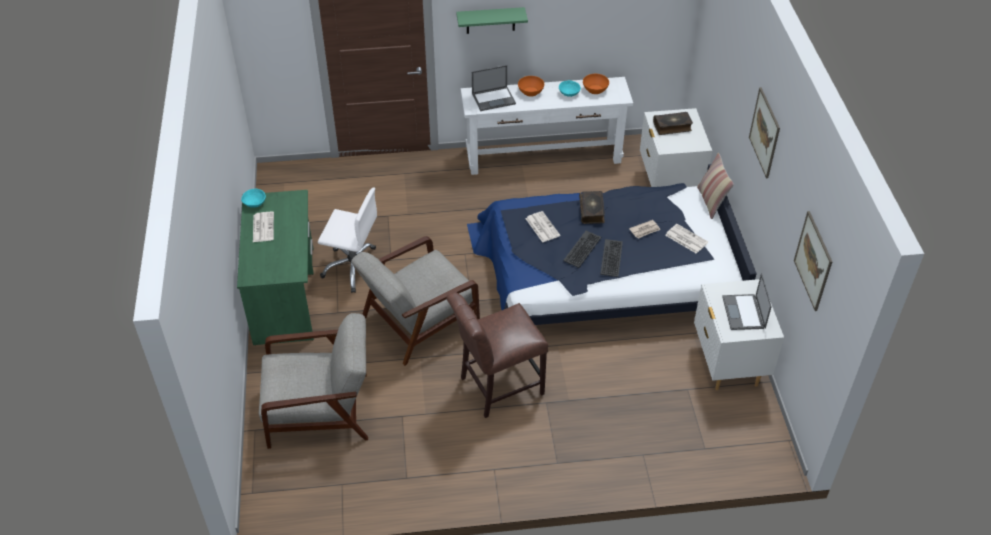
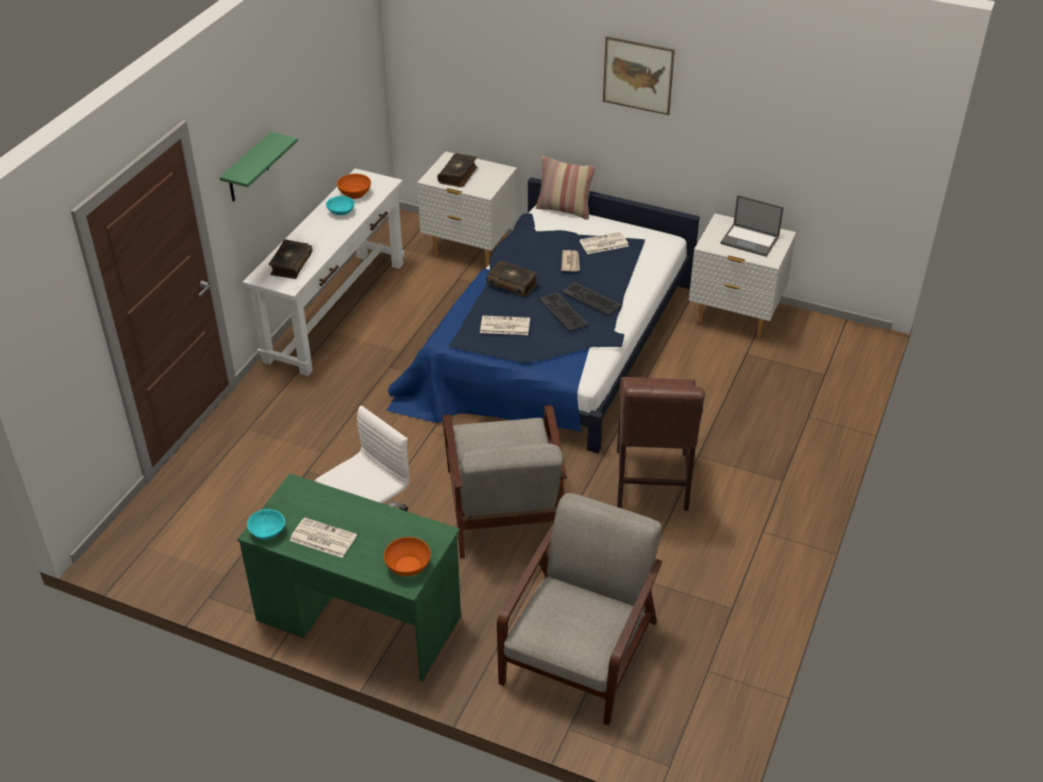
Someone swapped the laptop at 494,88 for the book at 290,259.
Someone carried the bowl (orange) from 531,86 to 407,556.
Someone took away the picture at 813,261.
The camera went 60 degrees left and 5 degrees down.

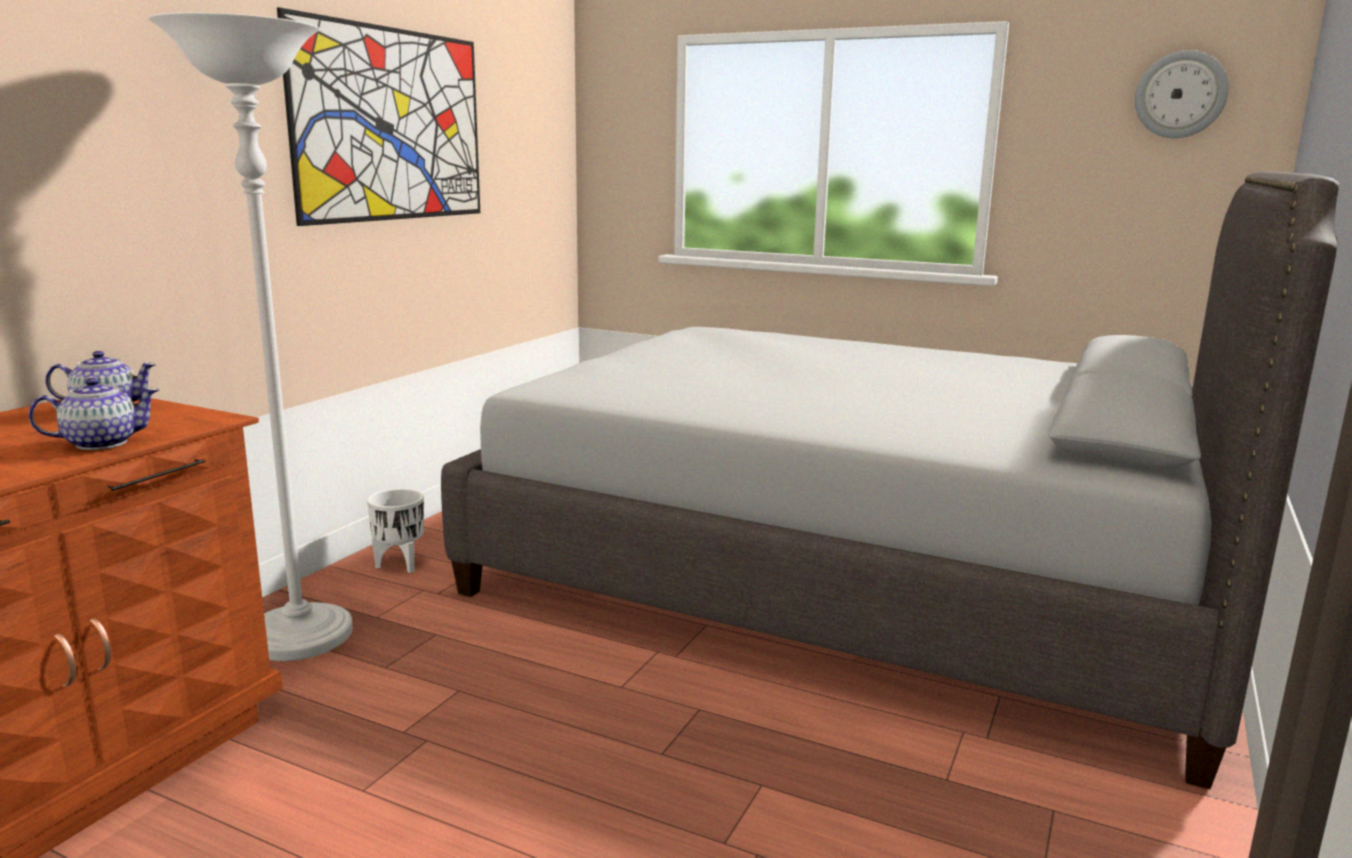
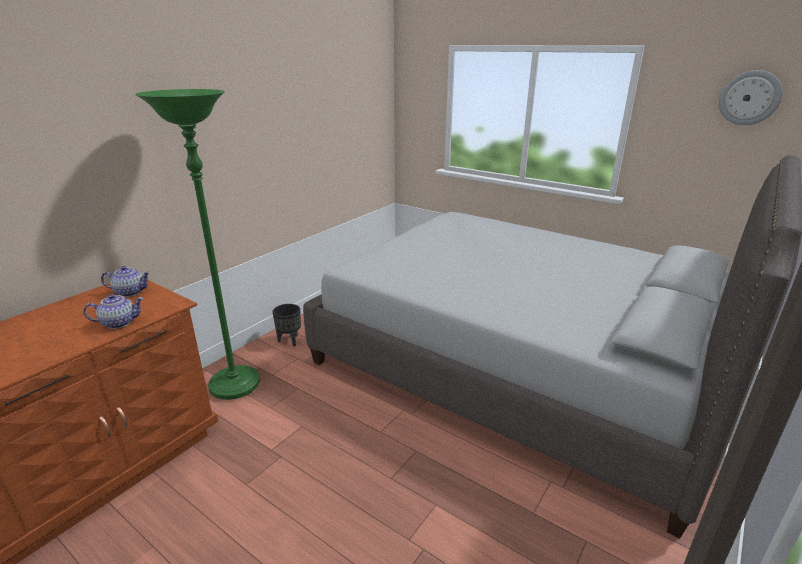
Someone took away the picture at 378,116.
Someone repainted the floor lamp (white) at 250,336, which became the floor lamp (green) at 197,244.
Someone repainted the planter (white) at 395,531, which became the planter (black) at 286,325.
The camera went 10 degrees right and 10 degrees up.

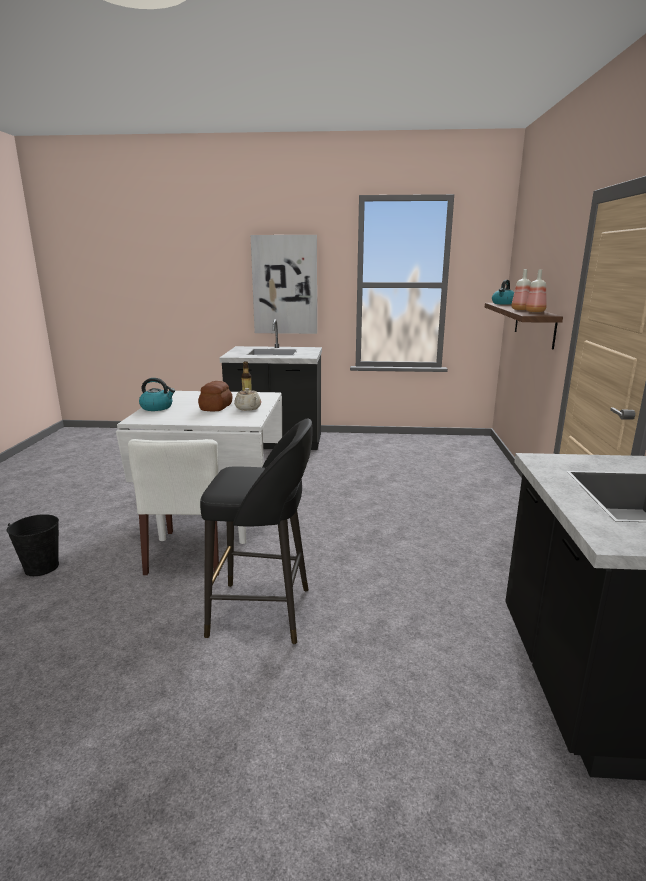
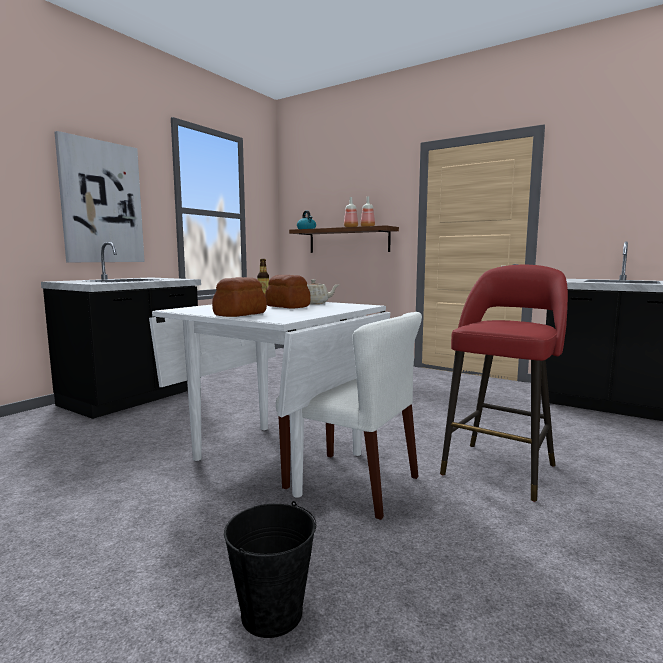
Someone swapped the kettle at 157,394 for the bread at 239,297.
Someone repainted the stool (black) at 256,531, which became the stool (red) at 504,383.
The camera went 60 degrees left and 10 degrees down.

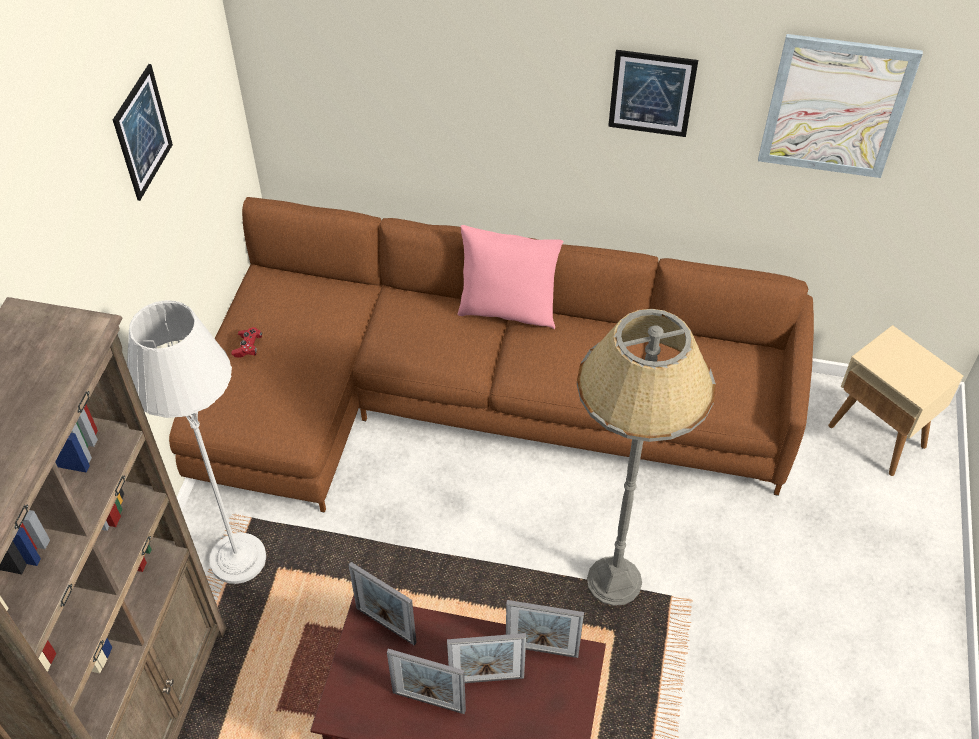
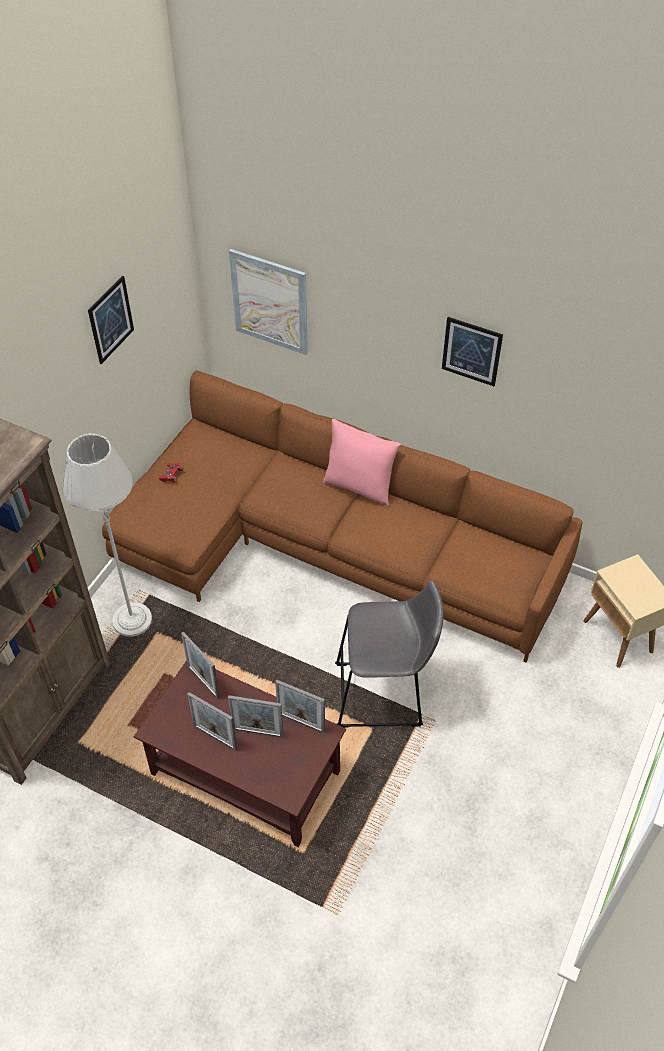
Someone carried the picture from 840,106 to 268,302.
Someone swapped the floor lamp (grey) at 646,457 for the stool (grey) at 389,654.
The camera went 15 degrees right and 0 degrees up.

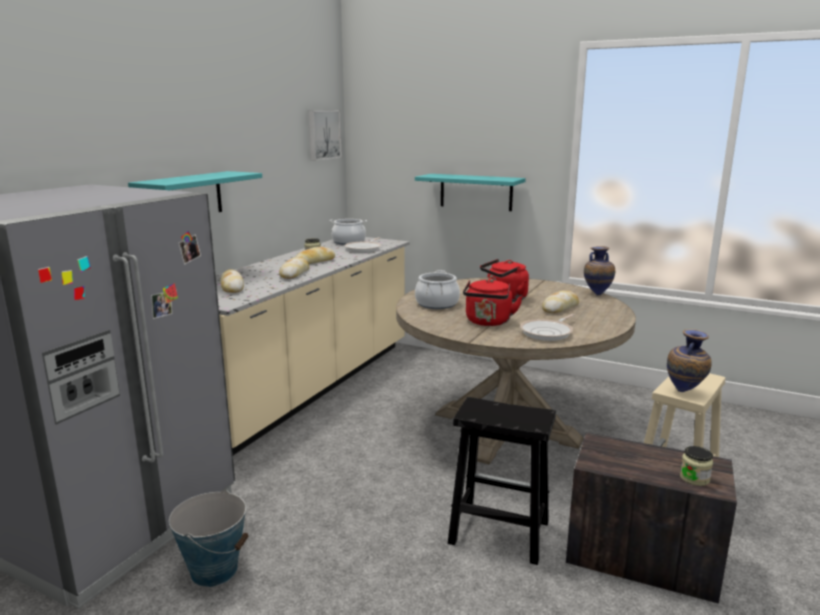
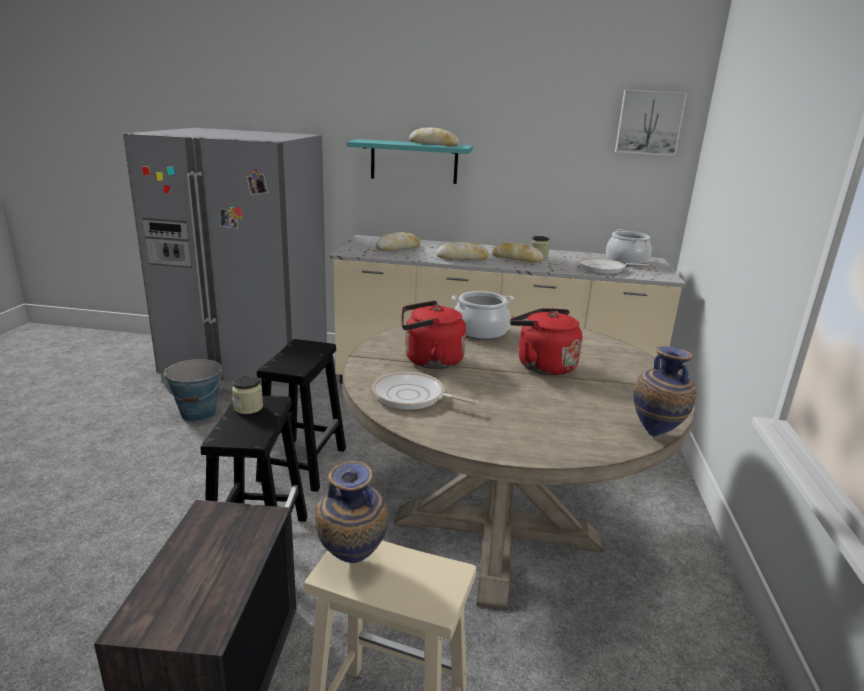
Someone took away the shelf (turquoise) at 470,192.
Someone carried the bread from 560,302 to 434,136.
Someone carried the jar from 696,466 to 247,395.
Someone put down the stool (black) at 301,415.
The camera went 70 degrees right and 5 degrees up.

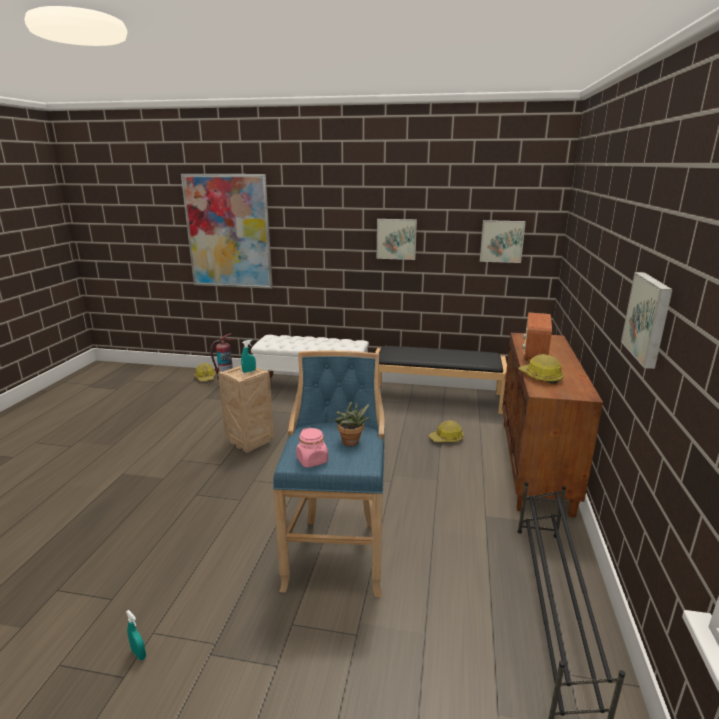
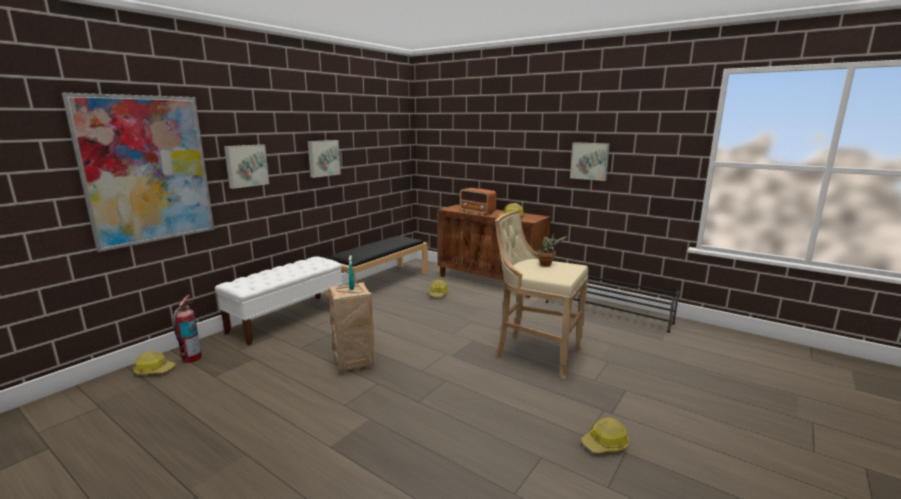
Someone carried the picture from 503,241 to 246,166.
Someone repainted the stool (blue) at 328,474, which became the stool (beige) at 541,294.
Someone took away the jar (pink) at 312,447.
Someone swapped the spray bottle (turquoise) at 136,635 for the hard hat at 605,435.
The camera went 65 degrees left and 5 degrees down.

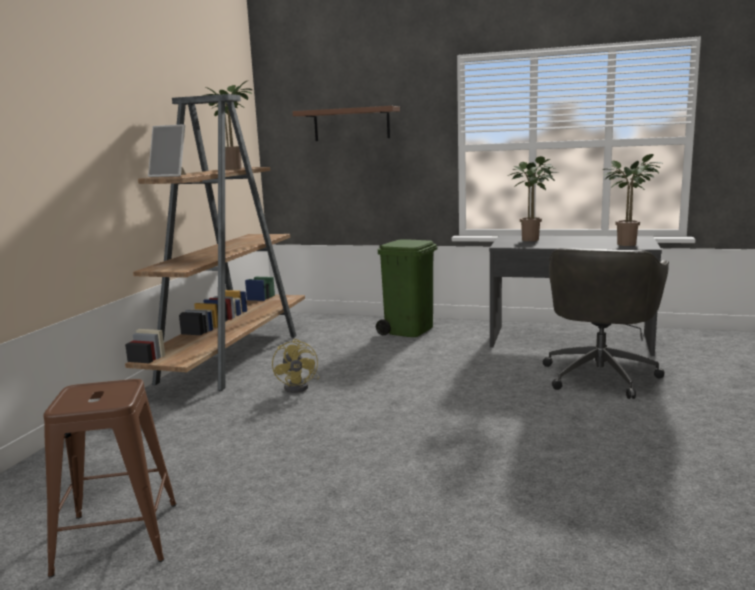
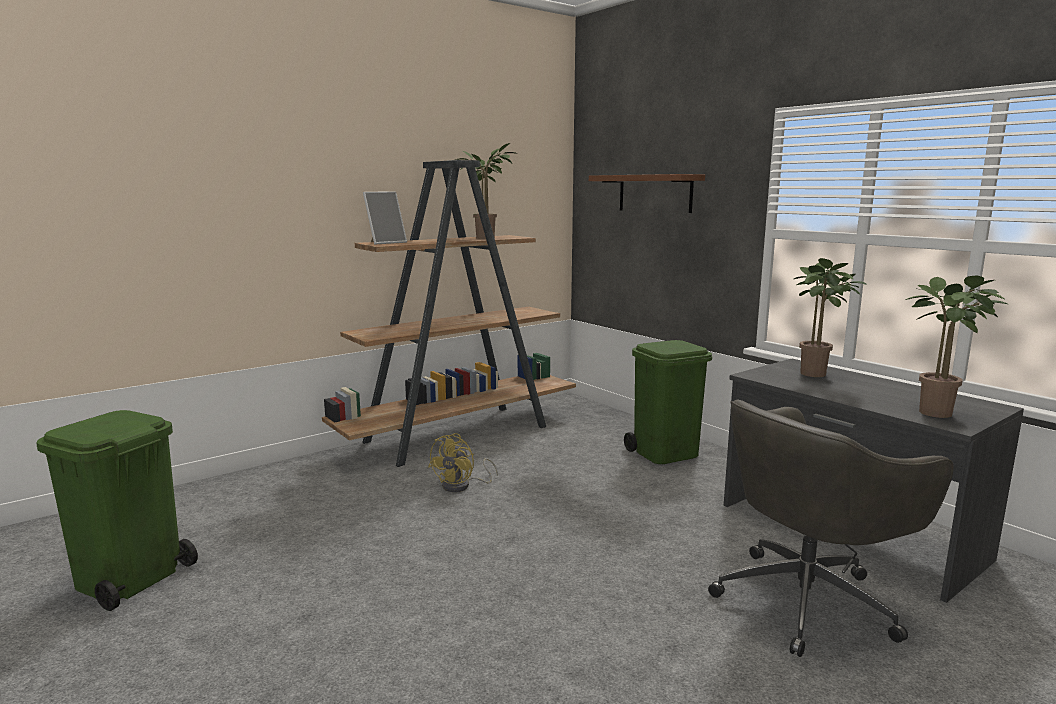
Someone rotated the picture frame at 167,150 by 90 degrees counterclockwise.
Someone swapped the stool (brown) at 109,478 for the trash can (green) at 117,510.
The camera went 35 degrees right and 0 degrees up.

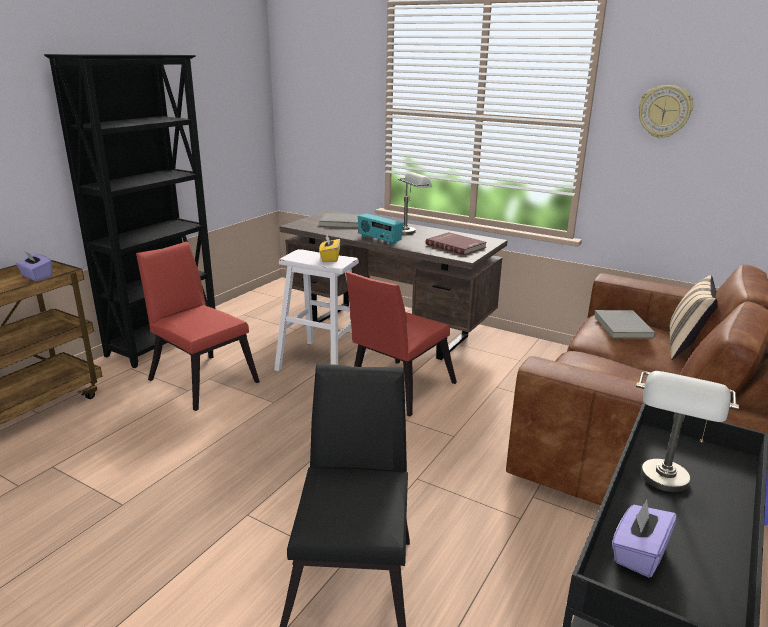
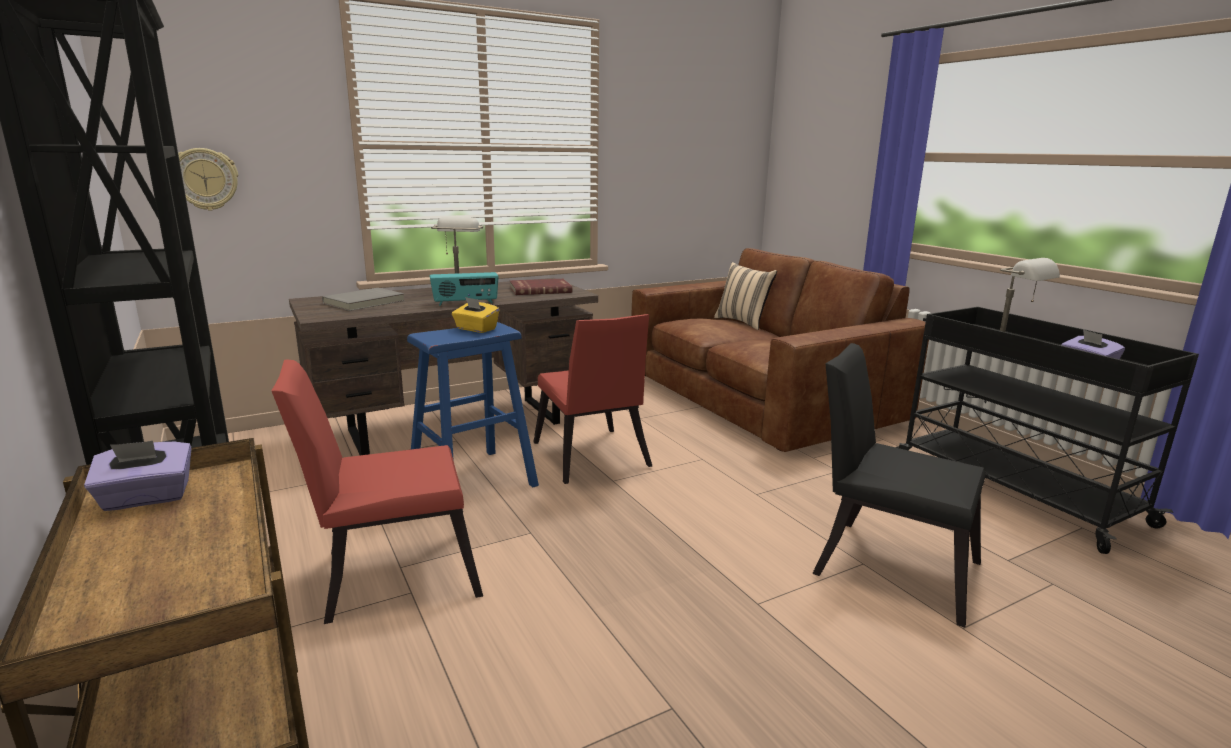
Someone carried the wall clock from 665,111 to 208,179.
Someone repainted the stool (white) at 320,310, which became the stool (blue) at 473,404.
Someone took away the book (grey) at 625,324.
The camera went 60 degrees left and 5 degrees down.

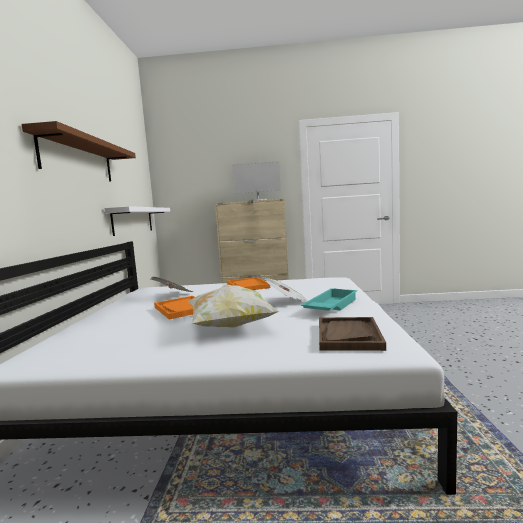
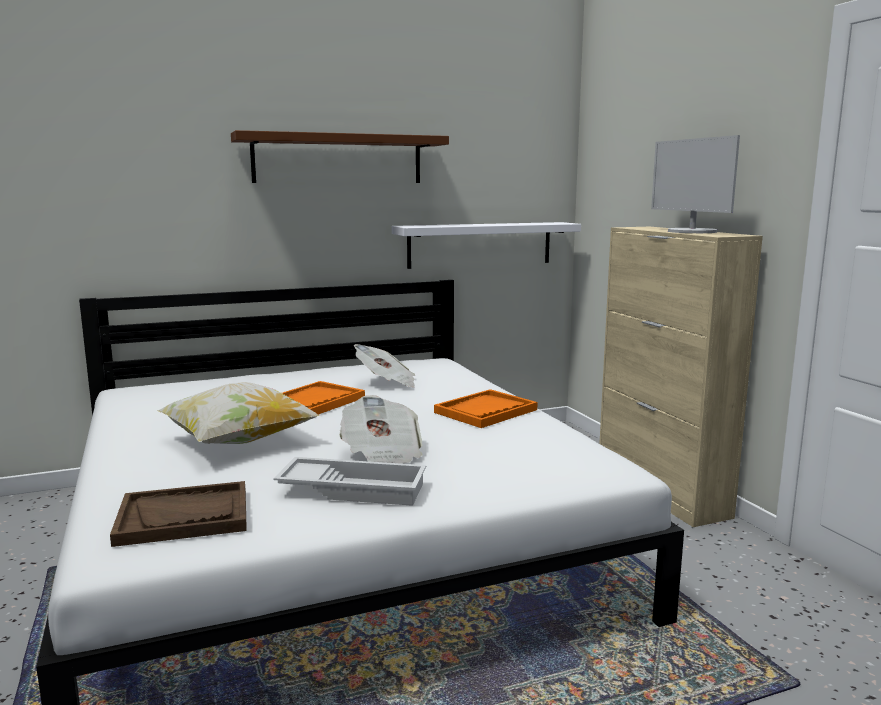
Someone repainted the tray (turquoise) at 329,299, which became the tray (white) at 349,481.
The camera went 65 degrees right and 5 degrees up.

